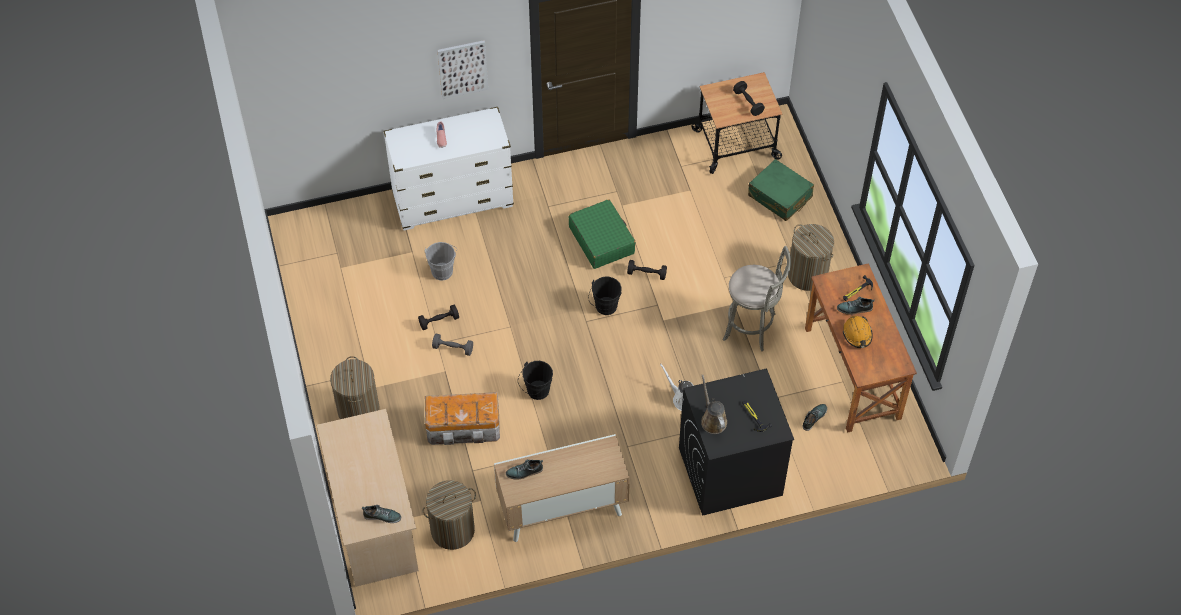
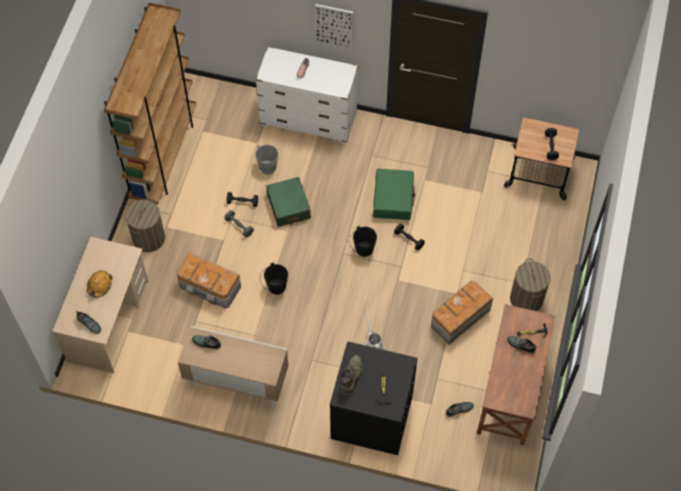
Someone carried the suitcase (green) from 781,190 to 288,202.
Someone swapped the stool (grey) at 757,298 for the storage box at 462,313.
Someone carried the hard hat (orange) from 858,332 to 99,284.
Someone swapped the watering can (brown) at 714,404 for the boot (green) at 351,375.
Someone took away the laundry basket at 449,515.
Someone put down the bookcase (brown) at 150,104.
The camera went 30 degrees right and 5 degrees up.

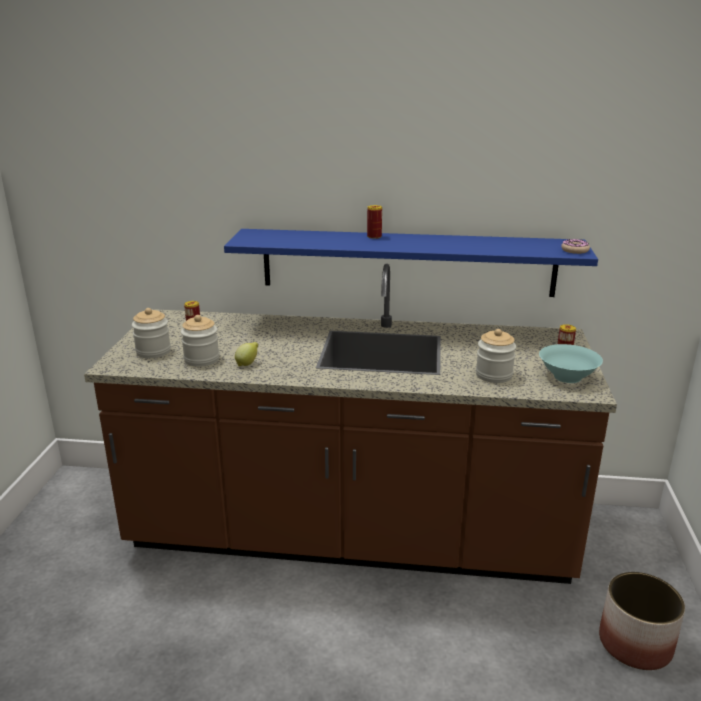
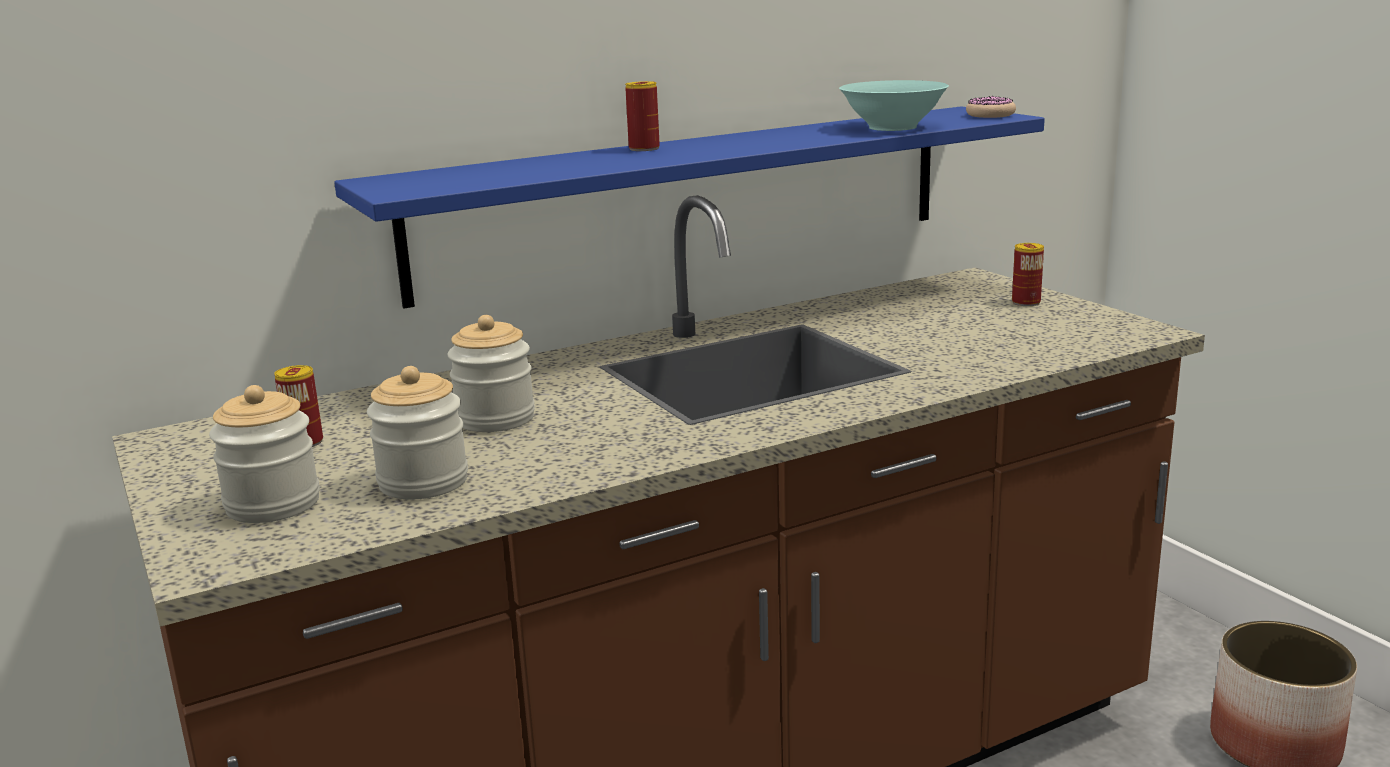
Someone carried the jar from 496,356 to 491,373.
Someone took away the lemon at 246,354.
Someone carried the bowl (turquoise) from 571,363 to 894,105.
The camera went 35 degrees left and 5 degrees down.

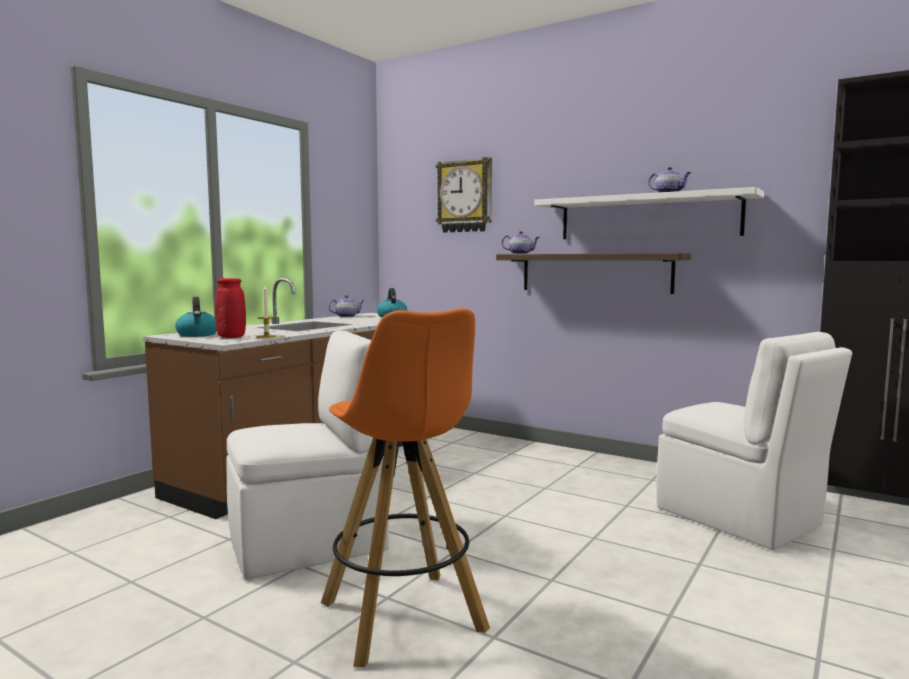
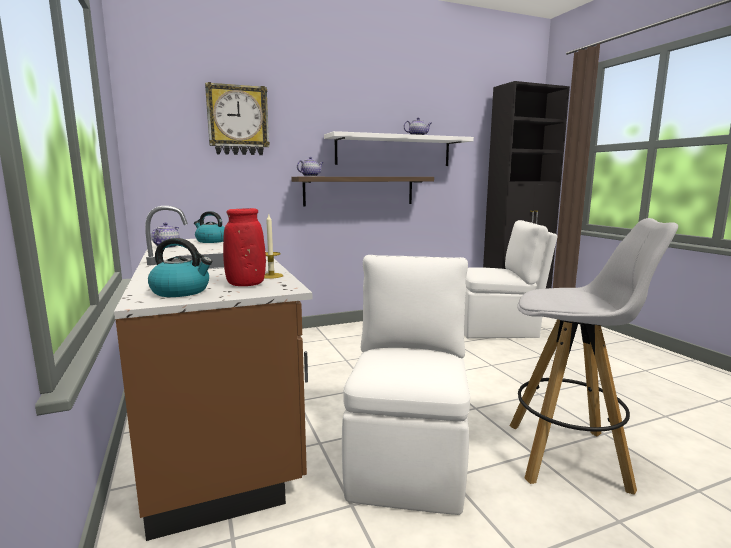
Someone repainted the stool (orange) at 405,487, which became the stool (white) at 594,356.
The camera went 55 degrees left and 5 degrees up.

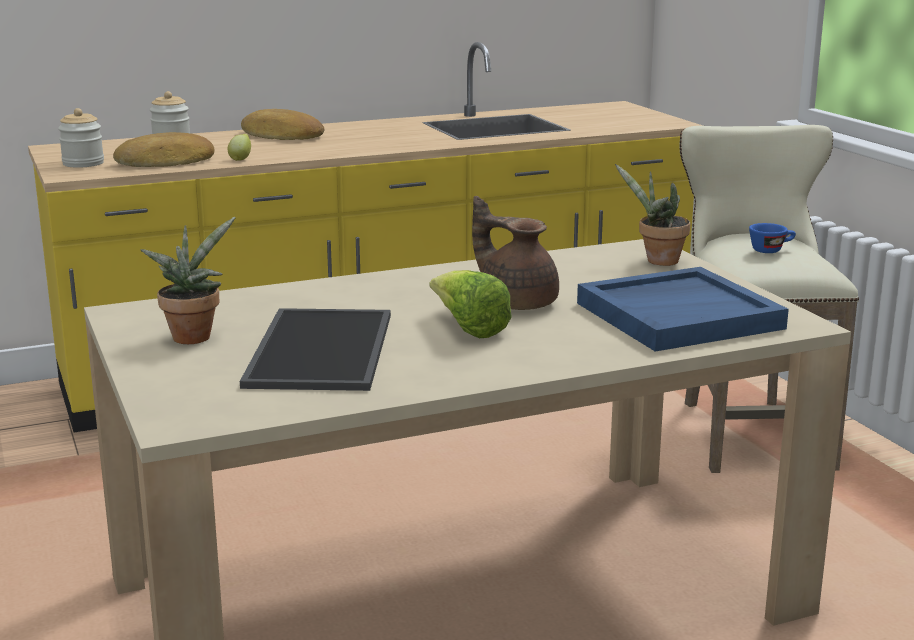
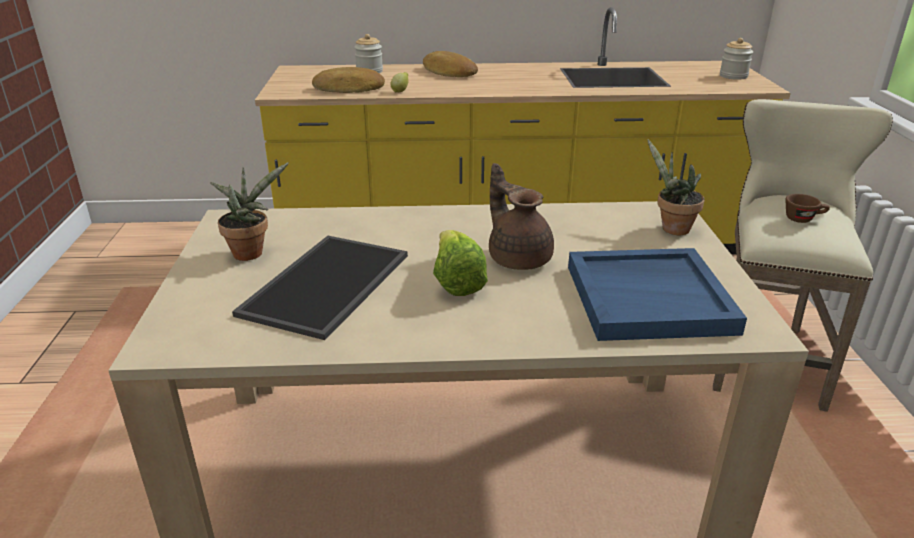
Someone carried the jar from 81,138 to 736,59.
Someone repainted the cup (blue) at 772,238, which became the cup (brown) at 808,208.
The camera went 20 degrees right and 10 degrees up.

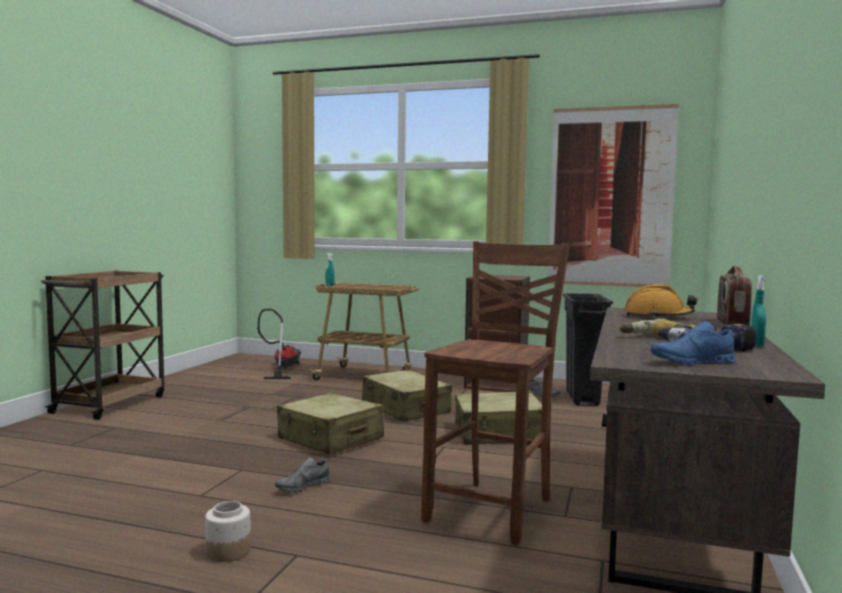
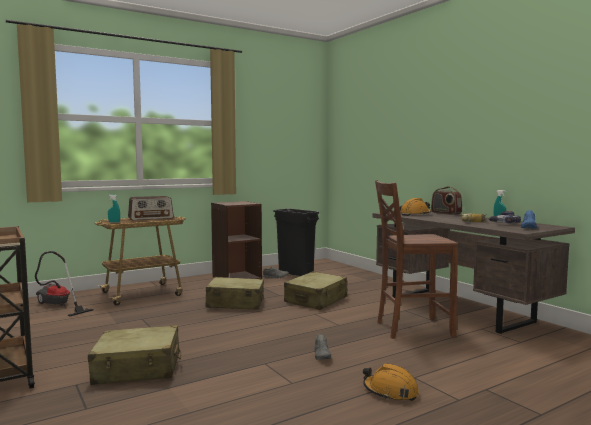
Someone took away the picture at 613,195.
Someone rotated the chair (brown) at 495,393 by 75 degrees counterclockwise.
Someone carried the suitcase (beige) from 330,424 to 134,355.
Someone swapped the jar at 228,531 for the hard hat (orange) at 391,382.
Someone put down the radio at 151,208.
The camera went 50 degrees left and 0 degrees up.

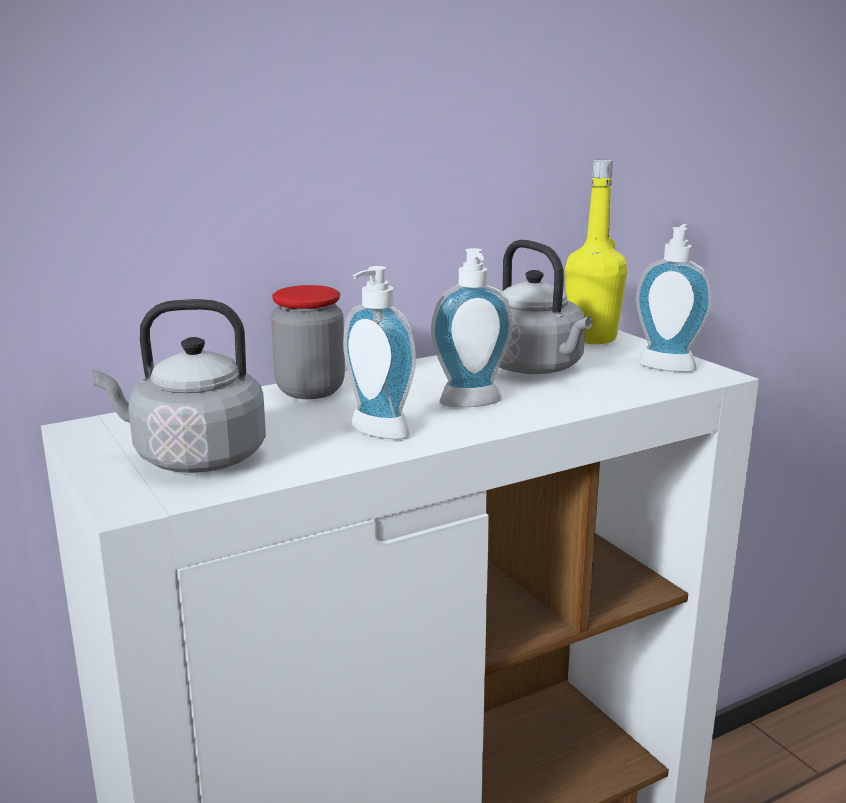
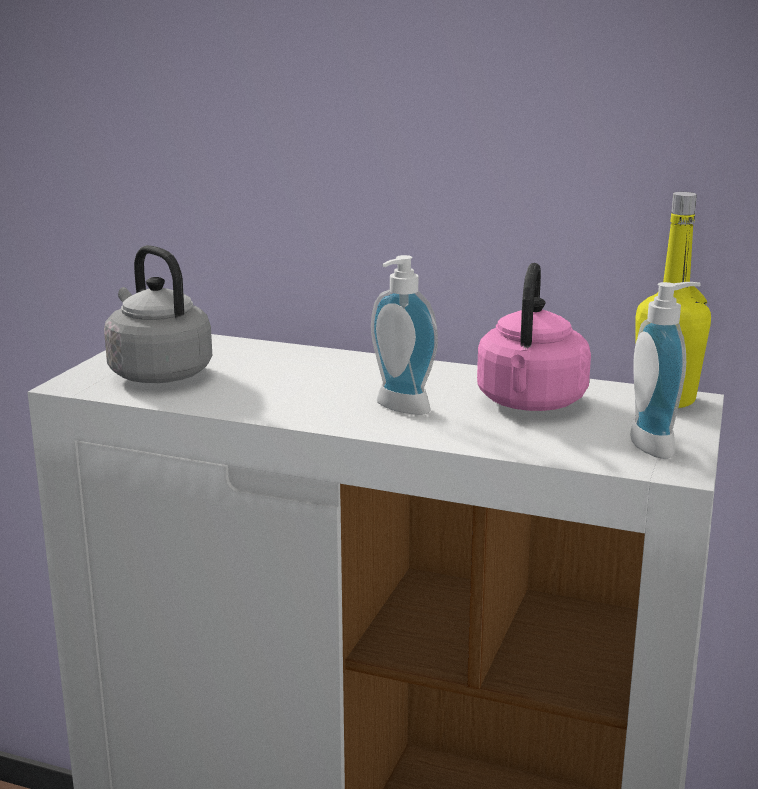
Someone repainted the kettle (grey) at 545,307, which became the kettle (pink) at 534,337.
Someone took away the soap dispenser at 379,353.
Someone took away the jar at 308,342.
The camera went 50 degrees right and 0 degrees up.

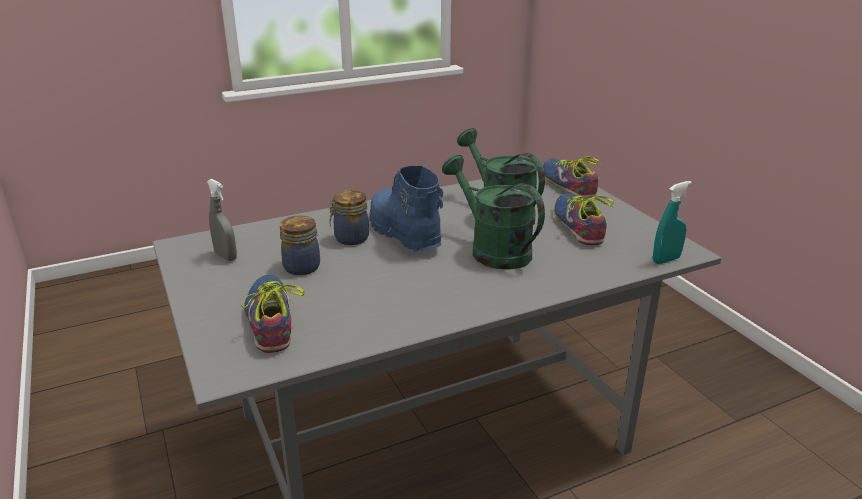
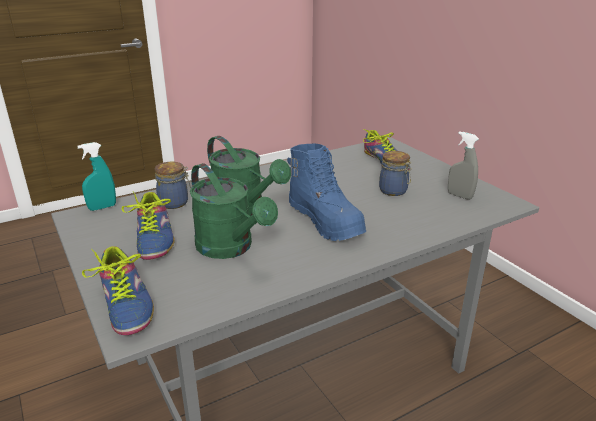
Someone carried the jar from 349,217 to 173,185.
The camera went 175 degrees right and 0 degrees up.

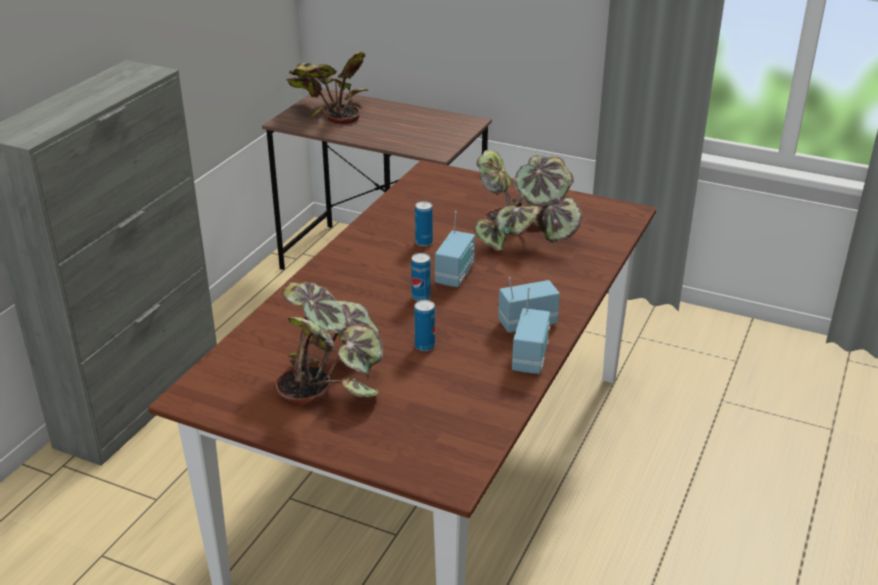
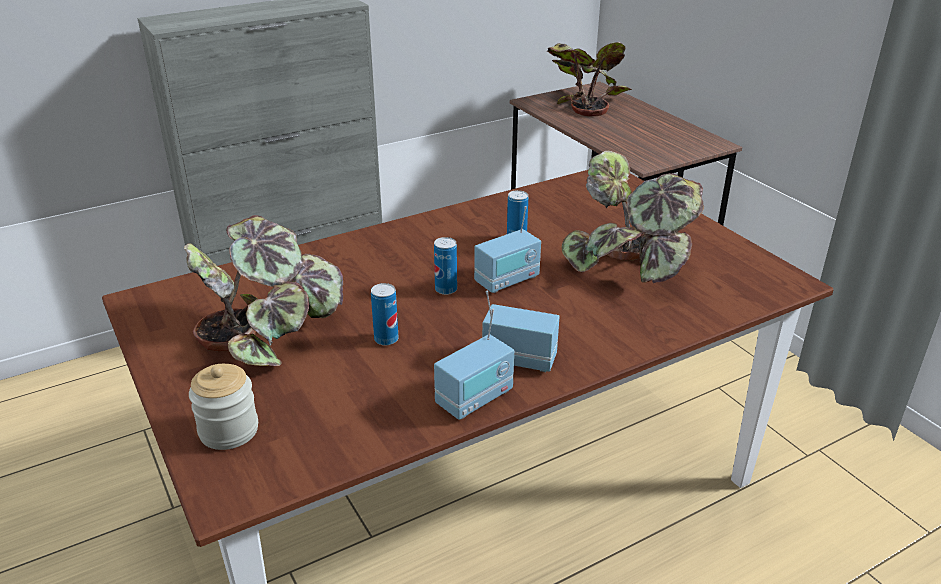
Someone put down the jar at 223,407.
The camera went 35 degrees right and 0 degrees up.

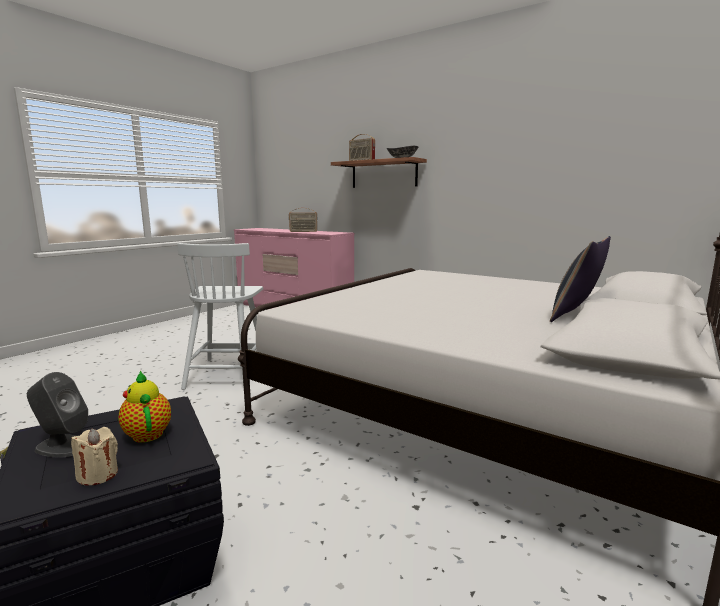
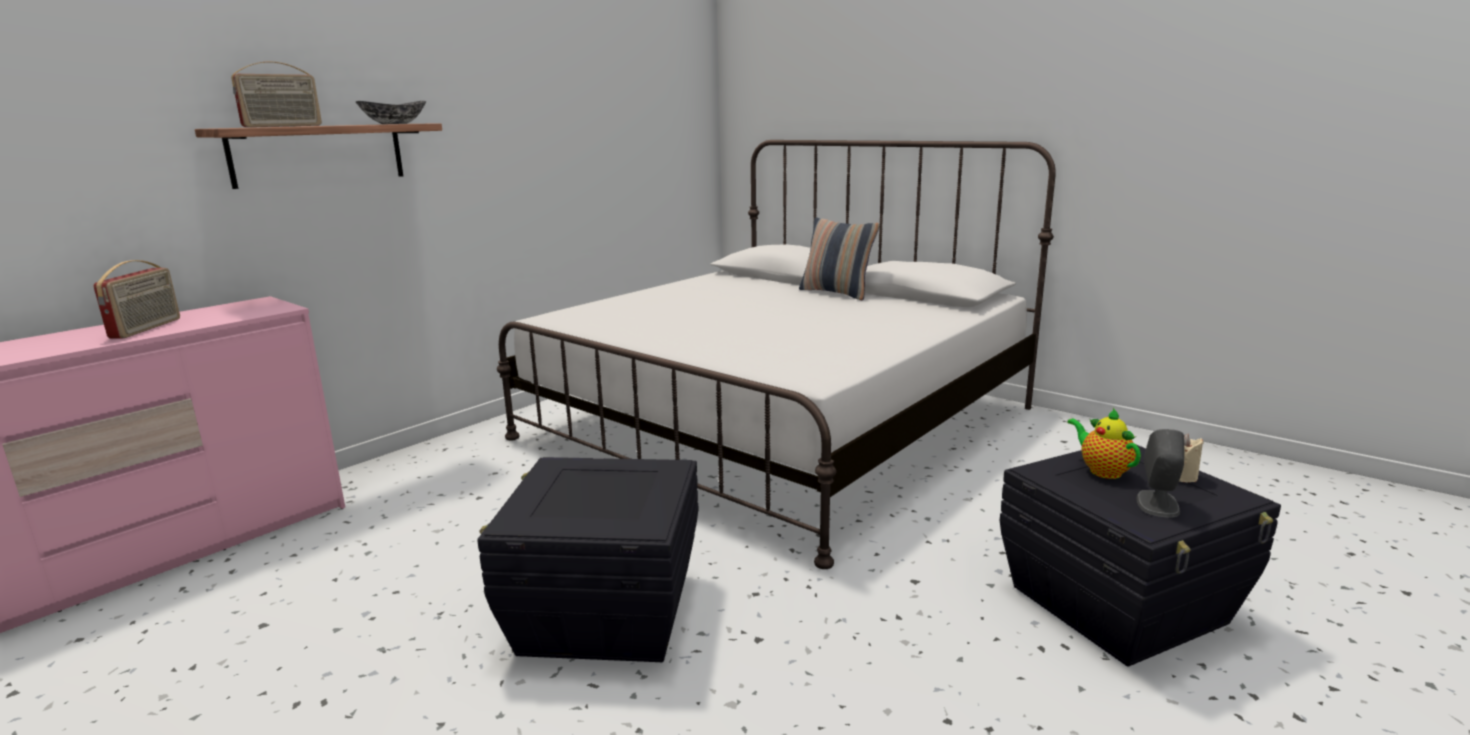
Someone swapped the chair (white) at 220,316 for the storage box (black) at 587,559.
Someone rotated the teapot at 144,406 by 90 degrees clockwise.
The camera went 85 degrees left and 5 degrees up.

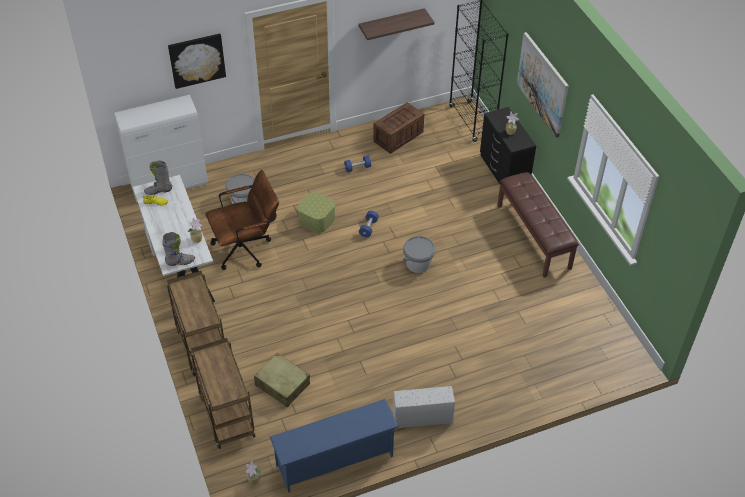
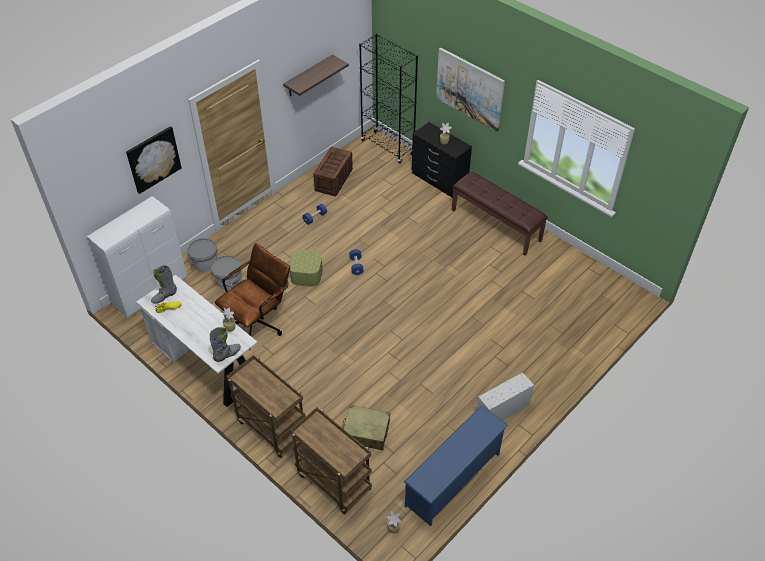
Someone carried the bucket (grey) from 418,254 to 202,255.
The camera went 25 degrees left and 0 degrees up.

